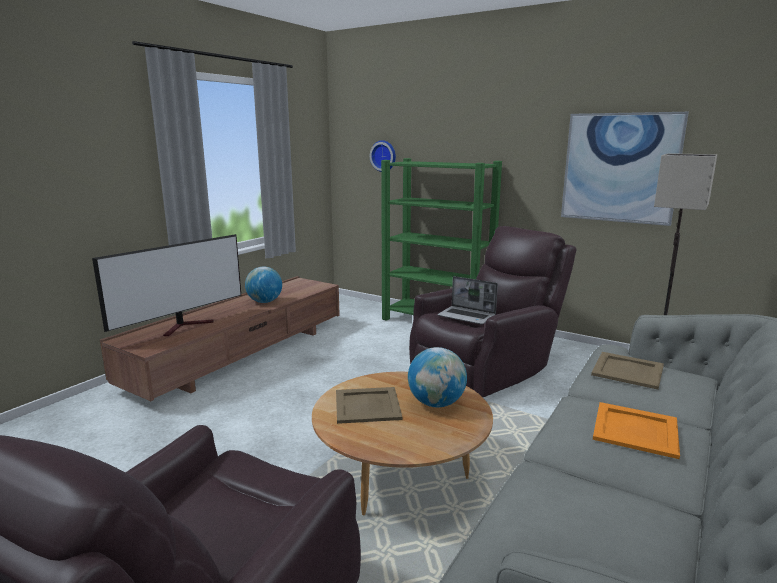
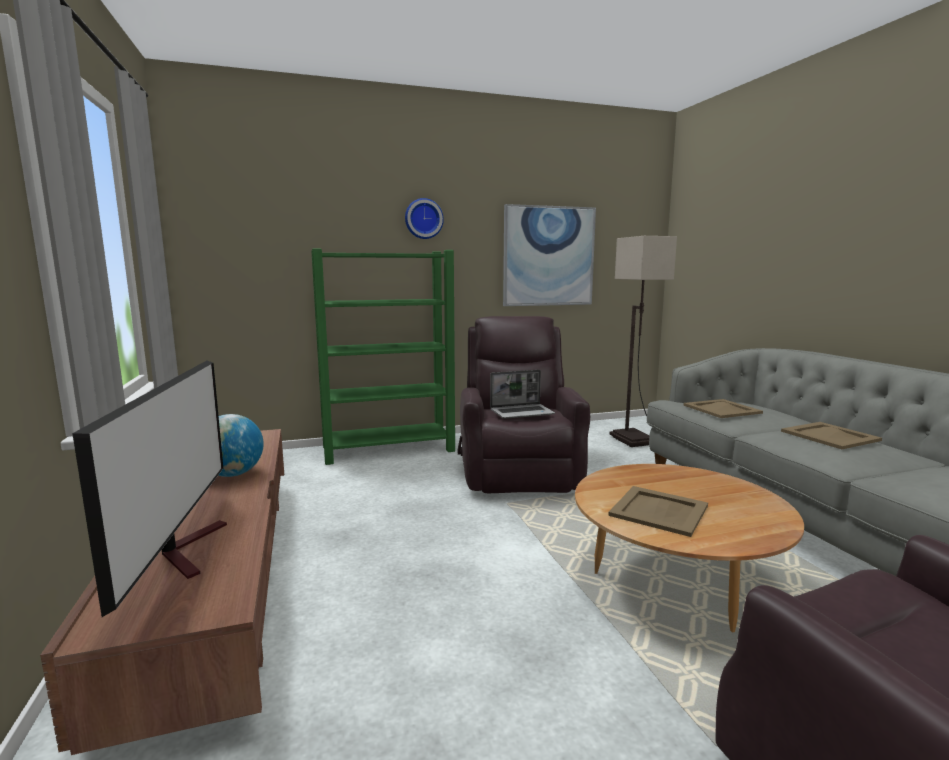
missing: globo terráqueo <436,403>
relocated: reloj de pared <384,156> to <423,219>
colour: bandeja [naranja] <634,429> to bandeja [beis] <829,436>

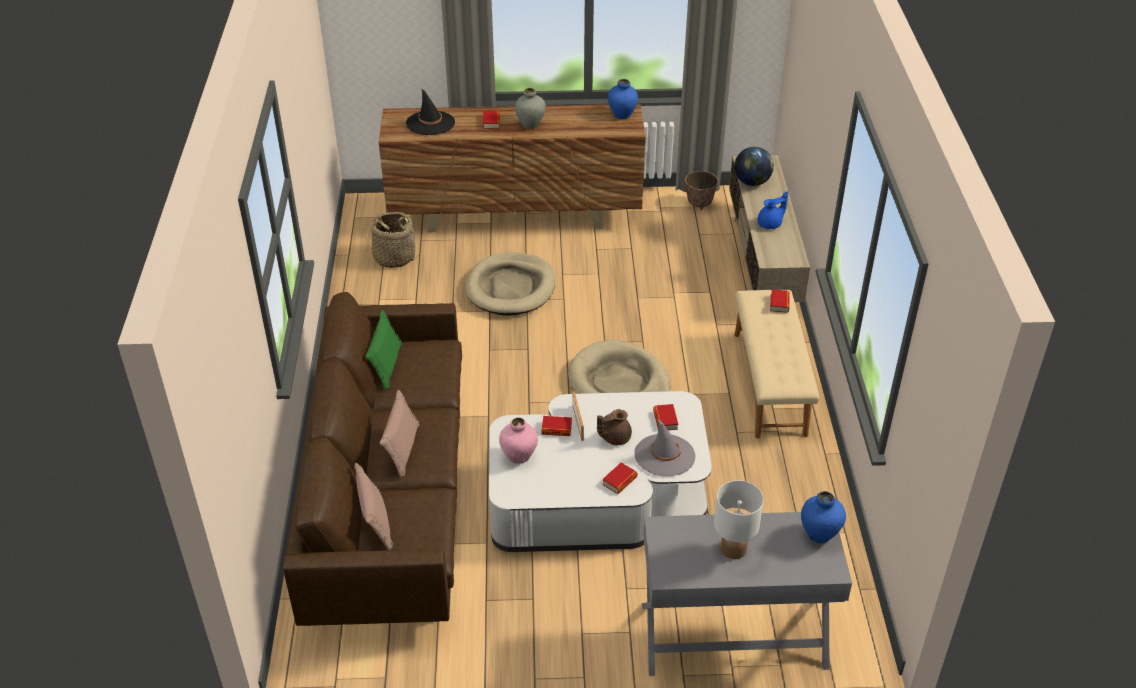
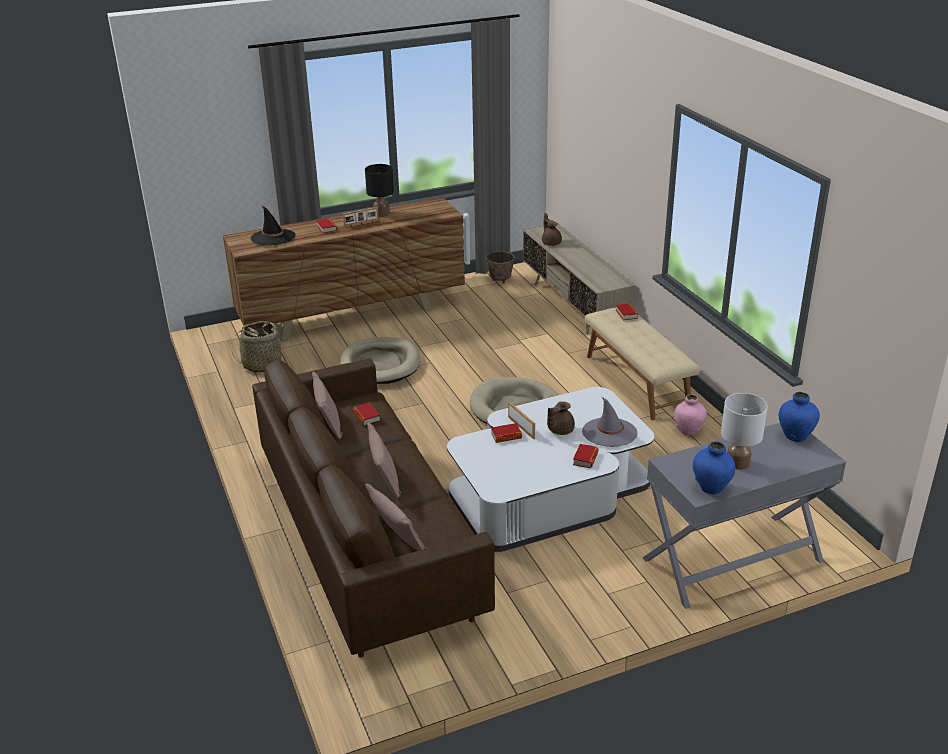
missing: tetera [azul] <770,224>
appeared: lámpara de mesa [negro] <381,213>
relocated: florero [azul] <622,115> to <711,488>; libro <665,420> to <366,417>; florero [rosa] <519,456> to <688,431>
exchanged: florero [gris] <530,125> to portarretratos <361,224>; globo terráqueo <752,182> to tetera [marrón] <551,243>
colour: cojín [verde] <386,365> to cojín [beis] <328,422>

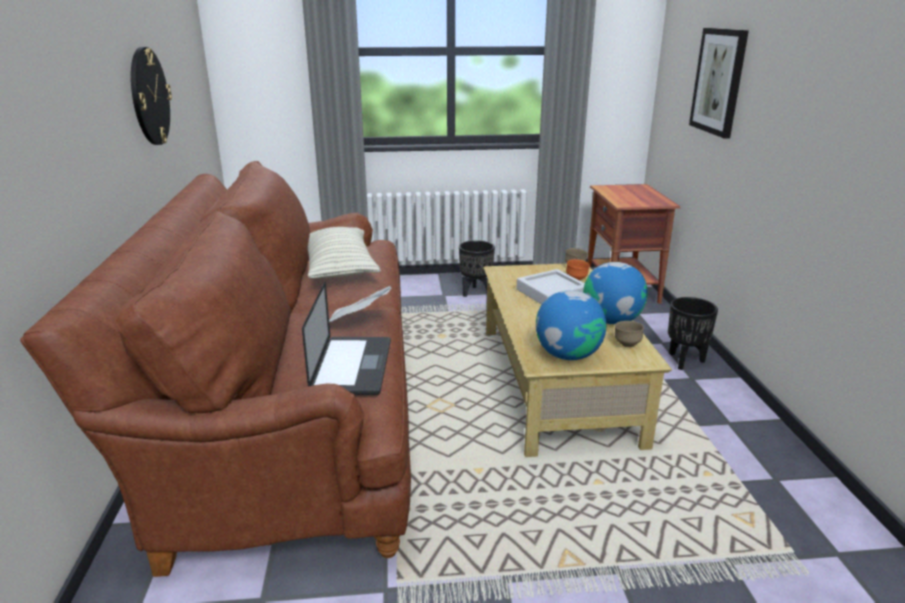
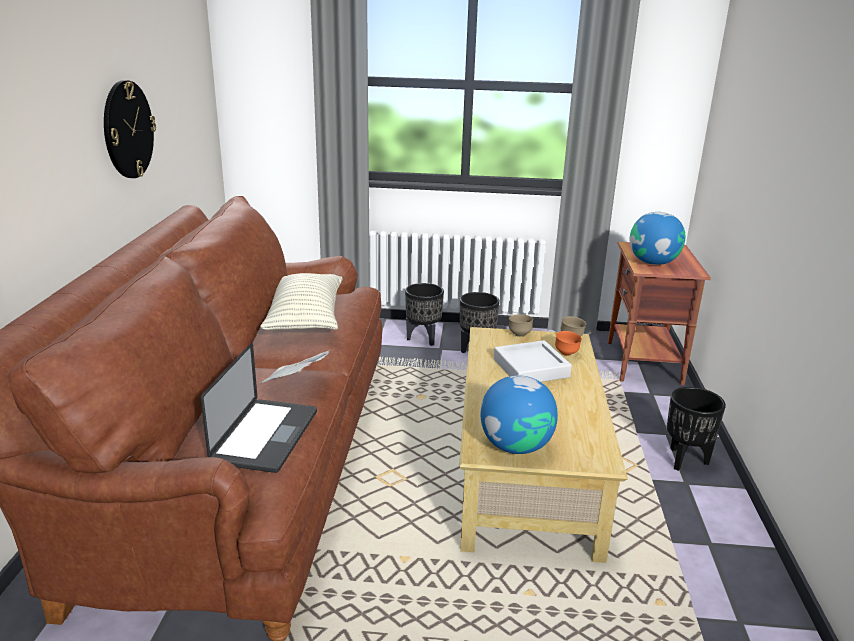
missing: cuadro <719,81>
appeared: maceta [negro] <423,339>
relocated: globo terráqueo <611,320> to <653,262>; cuenco [marrón] <626,345> to <519,335>

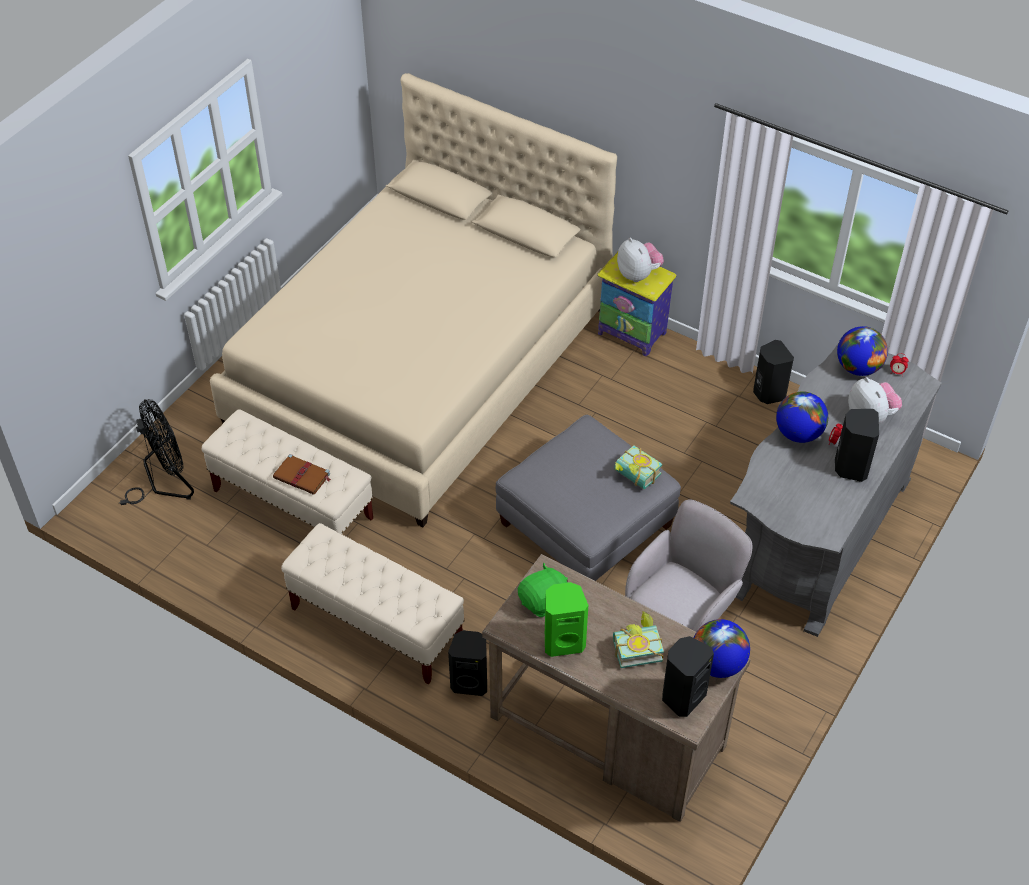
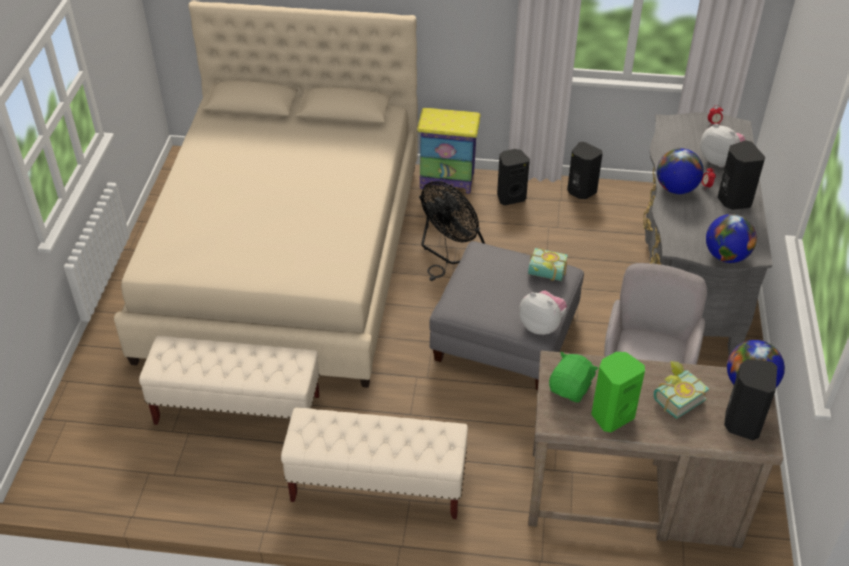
missing: libro [marrón] <302,476>
relocated: peluche <638,274> to <541,326>; globo terráqueo <858,368> to <726,256>; ventilador [negro] <162,476> to <445,251>; altavoz [negro] <470,682> to <510,197>

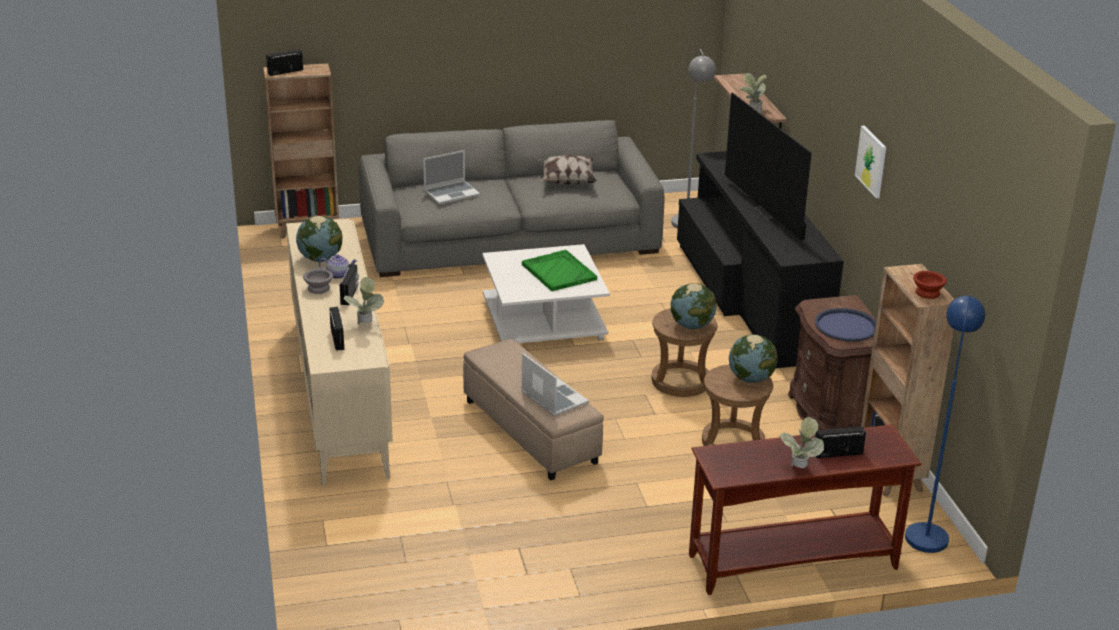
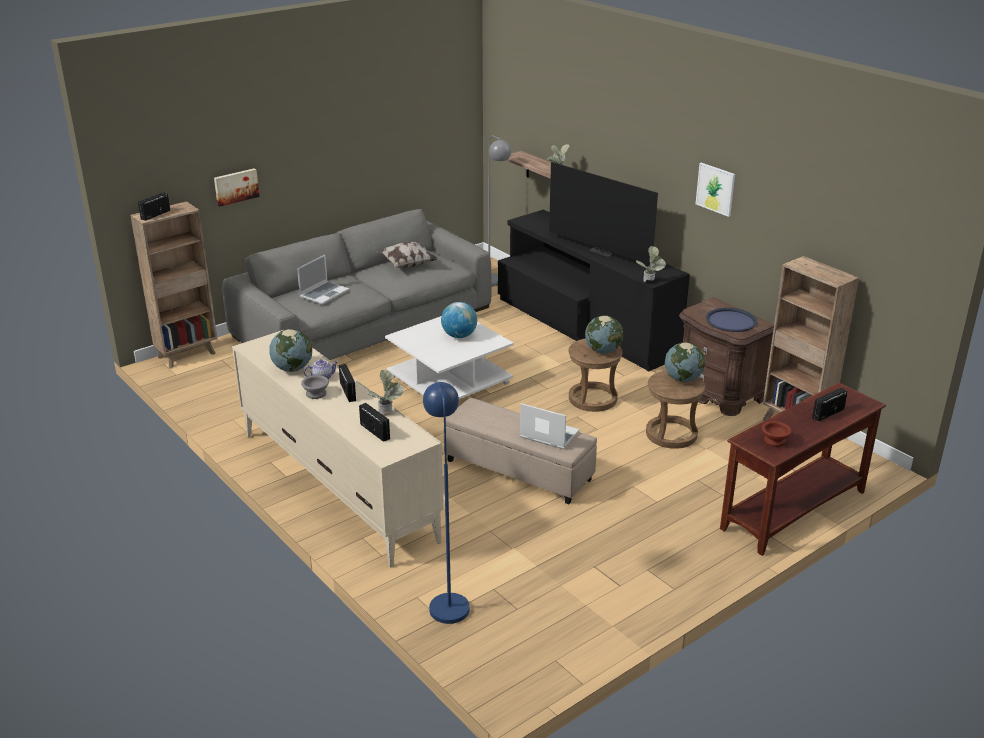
appeared: cuadro <236,186>
relocated: cuenco [marrón] <928,293> to <775,441>; lámpara de pie [azul] <927,531> to <447,601>; planta en maceta <799,470> to <649,282>
exchanged: bandeja [verde] <558,272> to globo terráqueo <459,336>

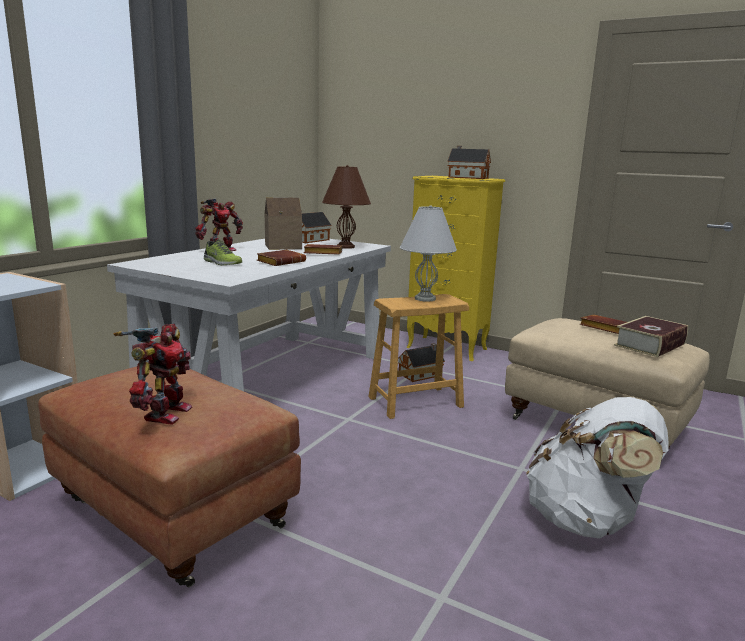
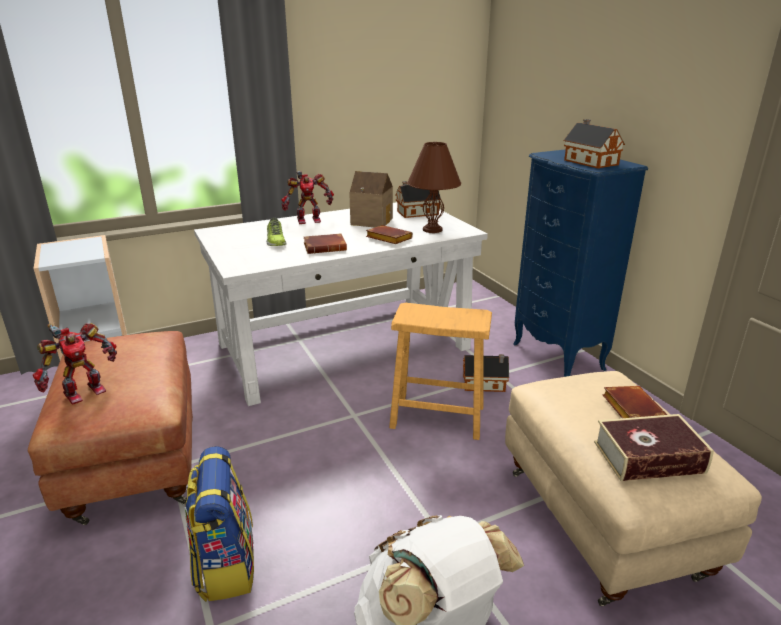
missing: lámpara de mesa [blanco] <425,298>
appeared: mochila <225,565>
colour: cómoda [amarillo] <445,349> to cómoda [azul] <555,357>

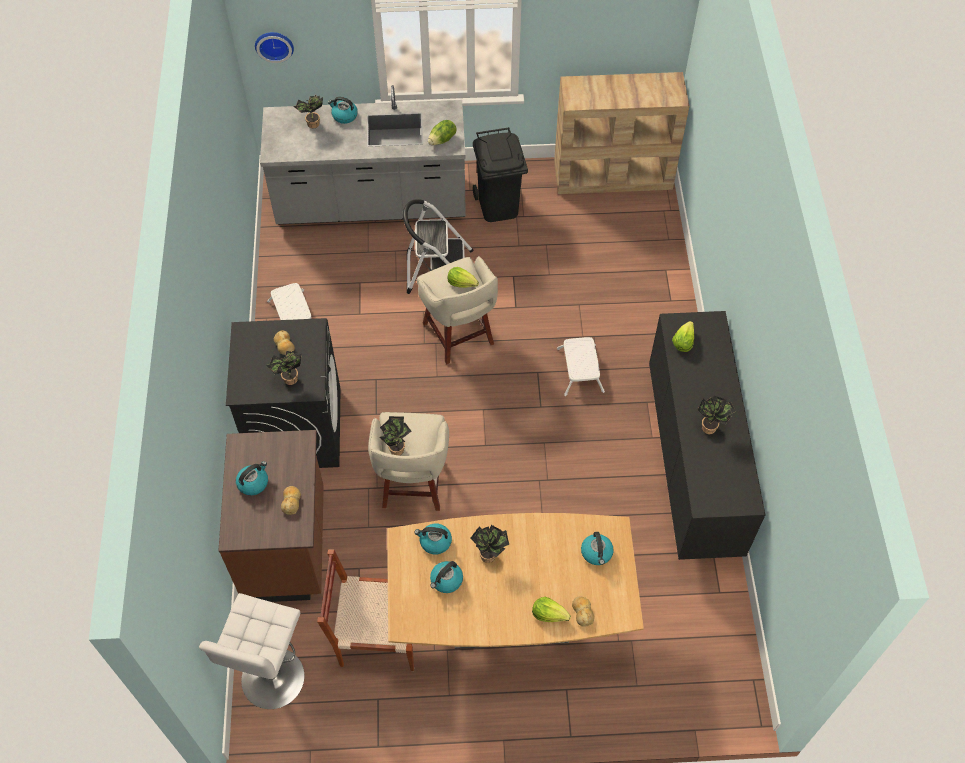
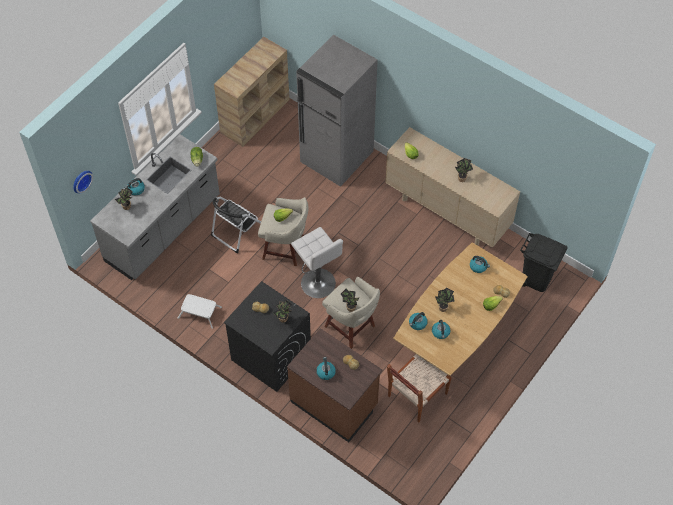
missing: escalera de tijera [blanco] <580,369>
appeared: nevera [gris] <337,156>
relocated: papelera [negro] <497,206> to <536,279>; taburete [blanco] <272,678> to <318,283>
colour: cómoda [negro] <690,470> to cómoda [beis] <447,212>

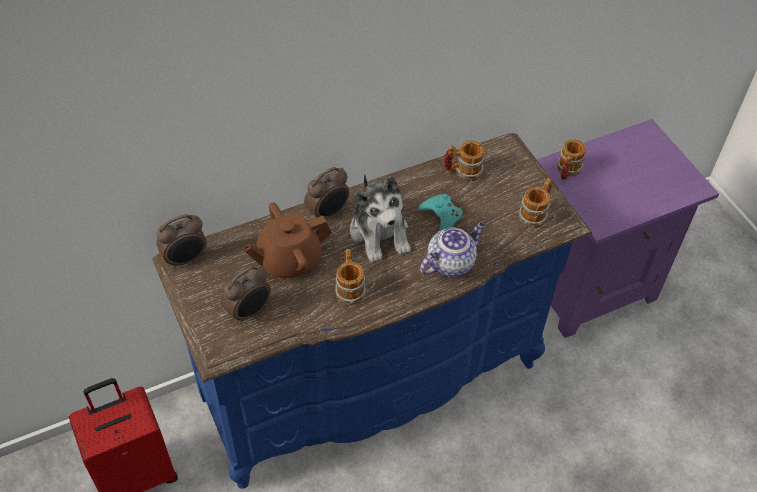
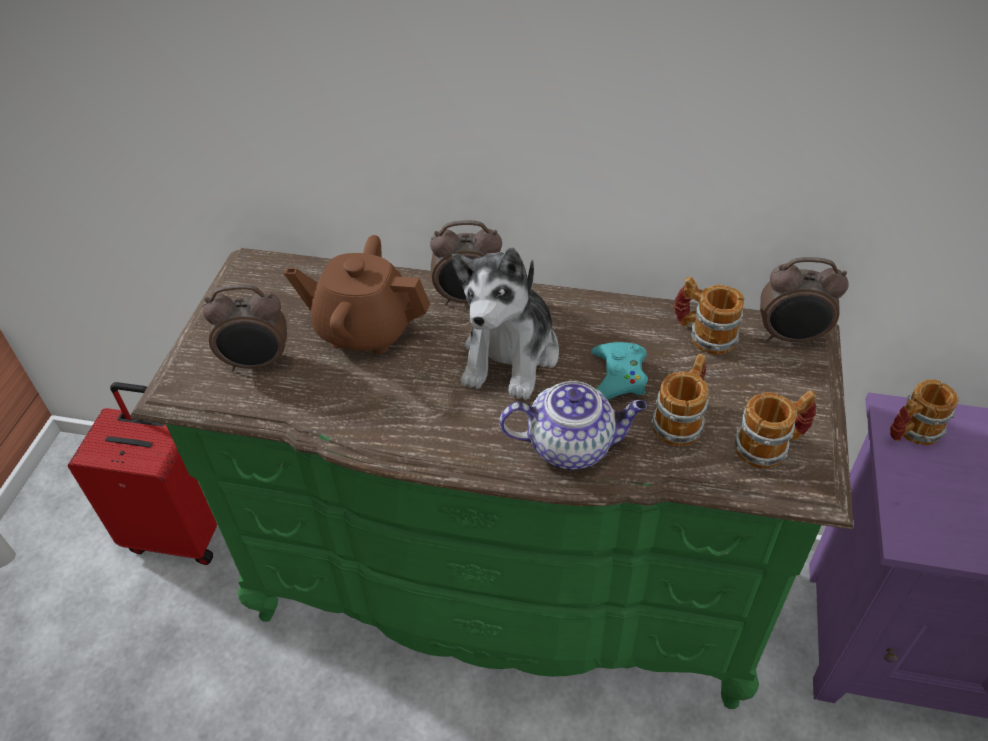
relocated: despertador <186,259> to <790,337>; taza grande <349,287> to <681,420>
colour: cómoda [azul] <374,383> to cómoda [verde] <505,595>

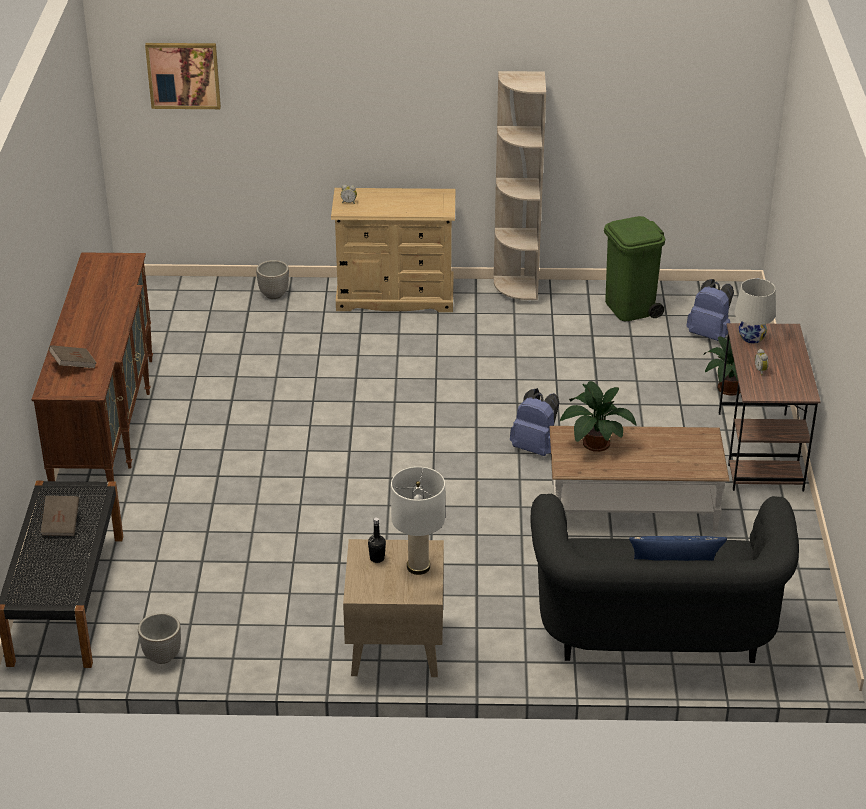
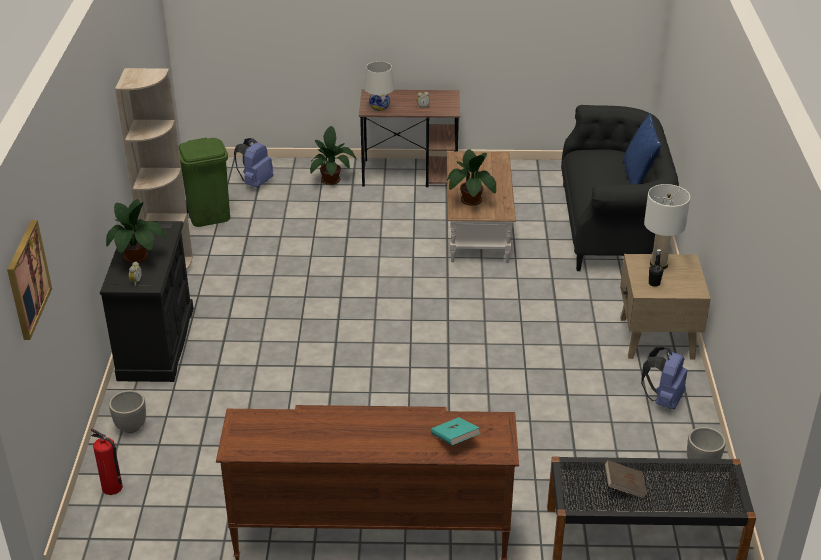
appeared: planta en maceta <136,257>; extintor <112,487>
relocated: mochila [azul] <535,447> to <663,399>
colour: cómoda [beis] <395,296> to cómoda [negro] <157,343>; libro [marrón] <73,365> to libro [turquesa] <455,439>

